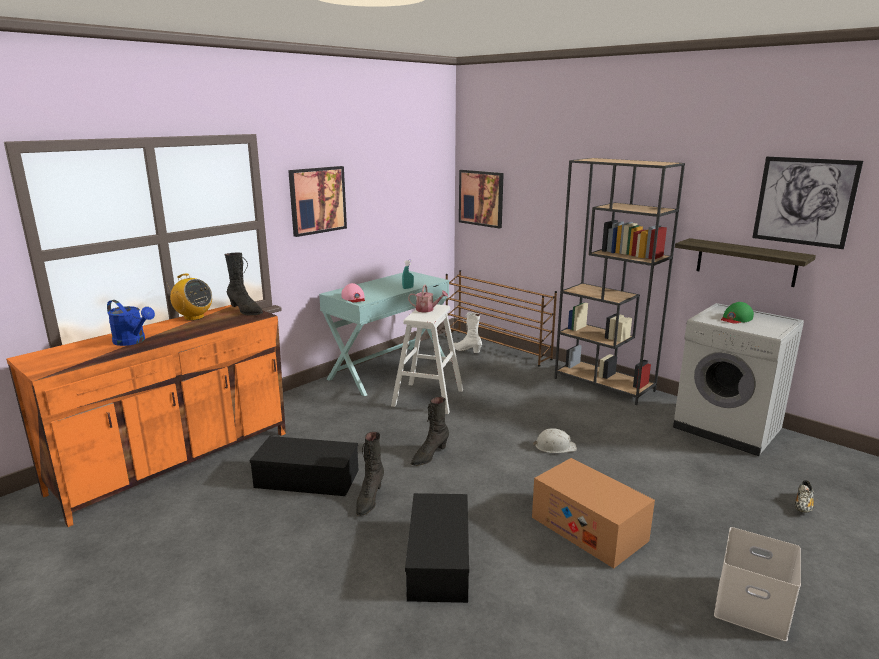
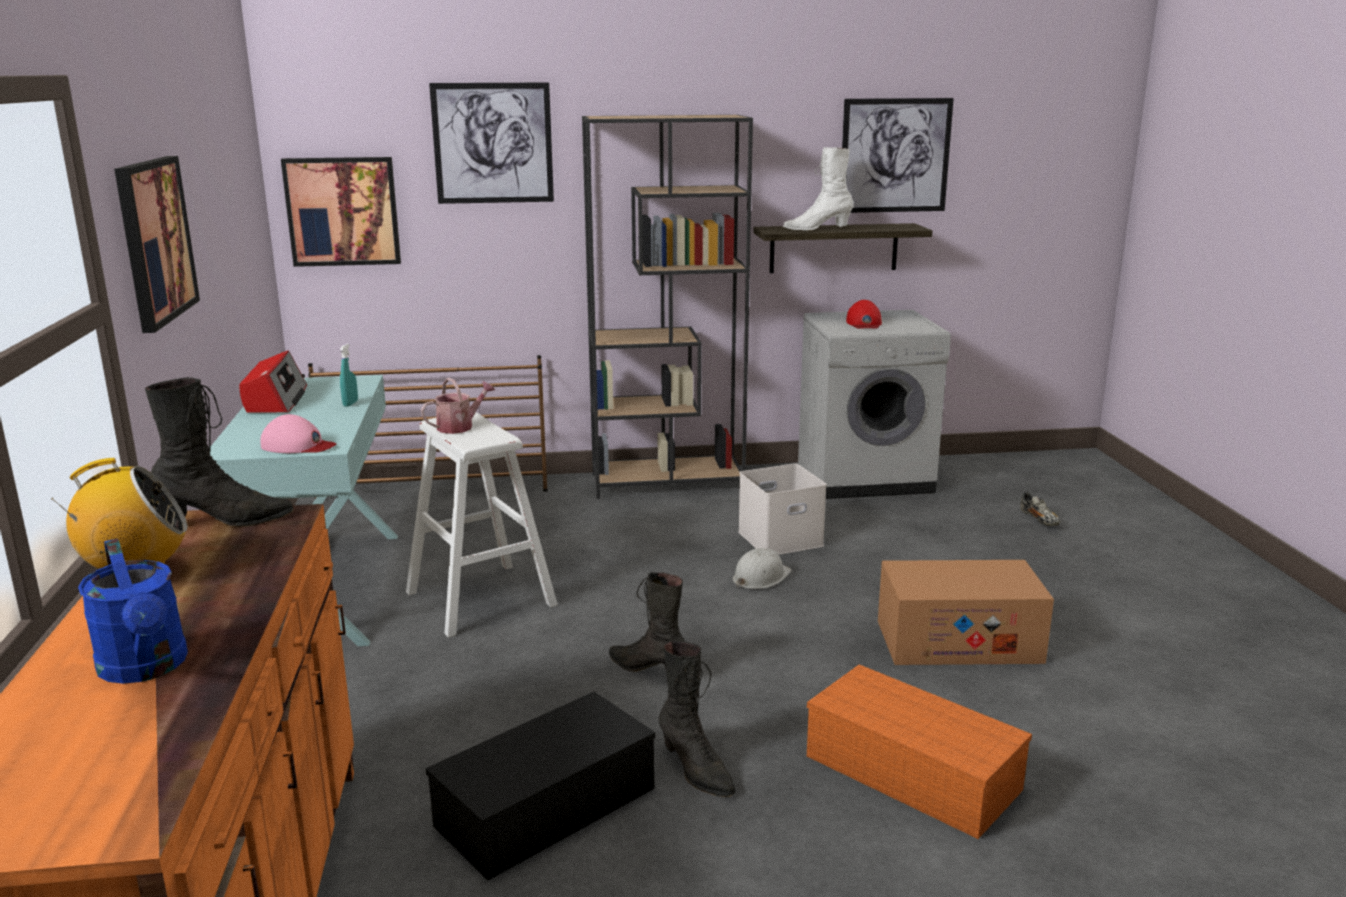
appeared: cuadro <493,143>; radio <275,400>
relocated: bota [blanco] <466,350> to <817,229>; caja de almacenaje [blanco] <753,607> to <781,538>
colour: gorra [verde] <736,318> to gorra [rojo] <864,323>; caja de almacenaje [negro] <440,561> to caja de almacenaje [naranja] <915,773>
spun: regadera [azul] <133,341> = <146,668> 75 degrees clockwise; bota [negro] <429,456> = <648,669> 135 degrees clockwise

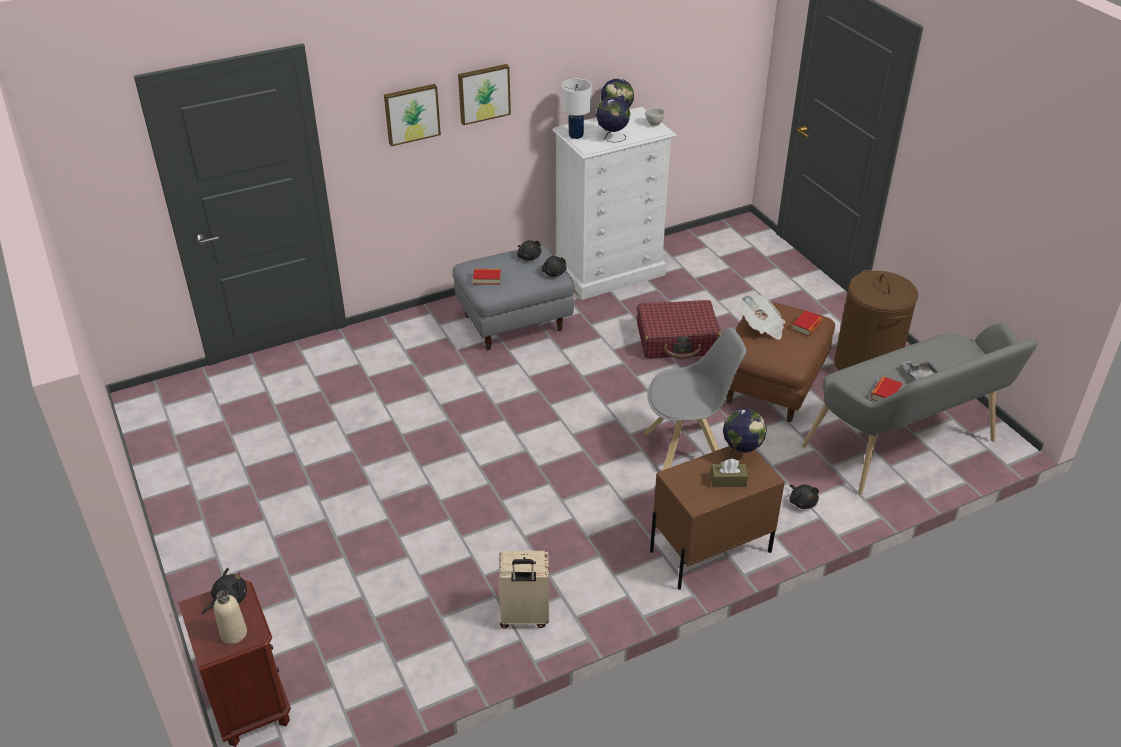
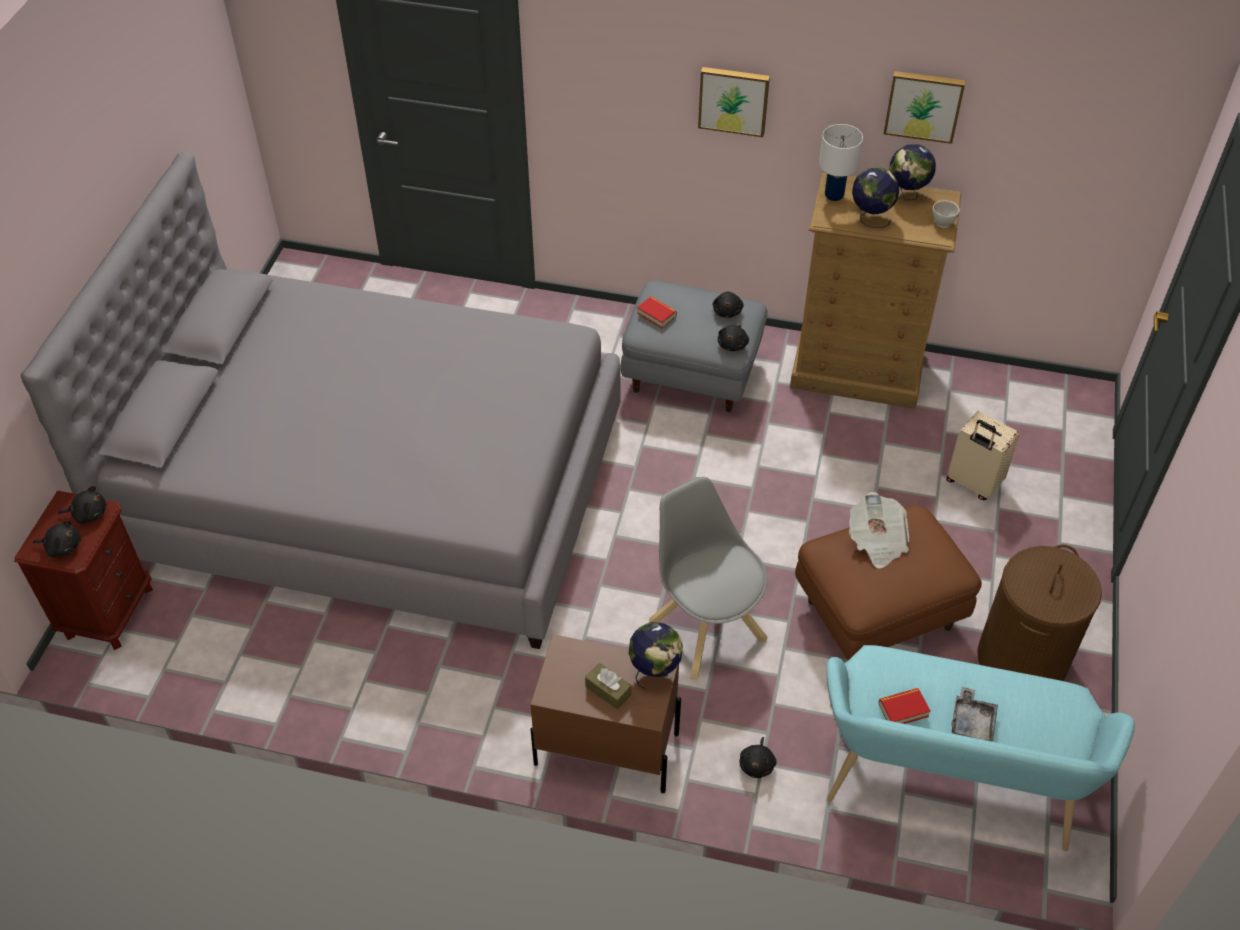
missing: maleta [rojo] <677,340>; libro <807,326>
appeared: cama [gris] <372,484>
relocated: cuadro <411,113> to <924,105>; maleta [beis] <524,617> to <972,483>
exchanged: botella [beis] <234,634> to peluche [negro] <62,546>
colour: cómoda [blanco] <610,271> to cómoda [marrón] <858,370>; banco [gris] <906,448> to banco [turquesa] <947,786>
spun: silla [gris] <687,450> = <705,627> 150 degrees counterclockwise

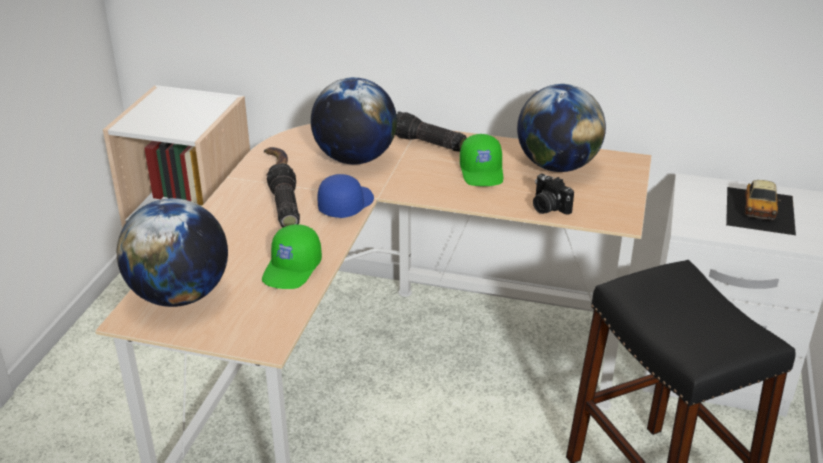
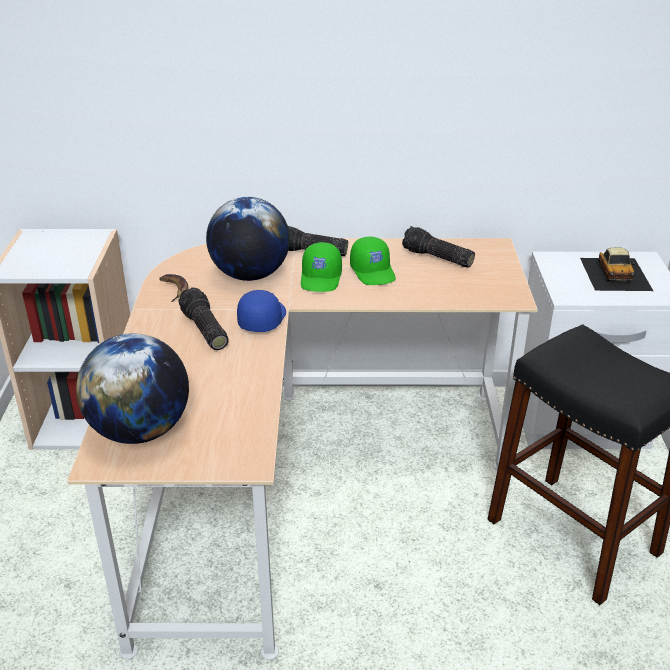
missing: cámara <547,207>
relocated: gorra [verde] <293,269> to <321,278>
exchanged: globo terráqueo <557,166> to linterna <436,258>

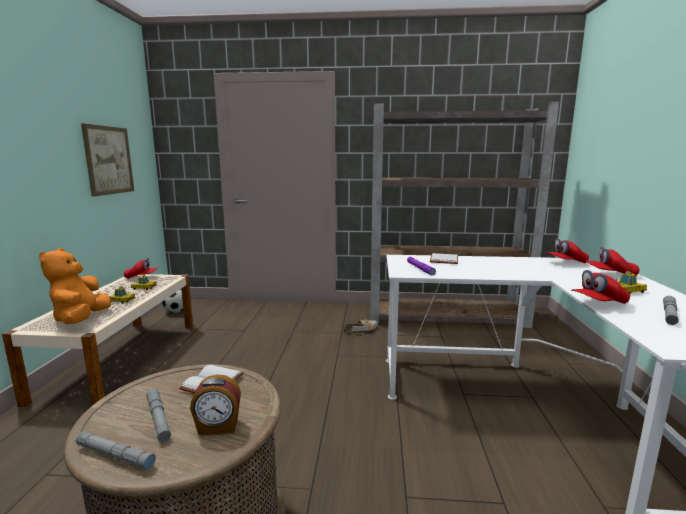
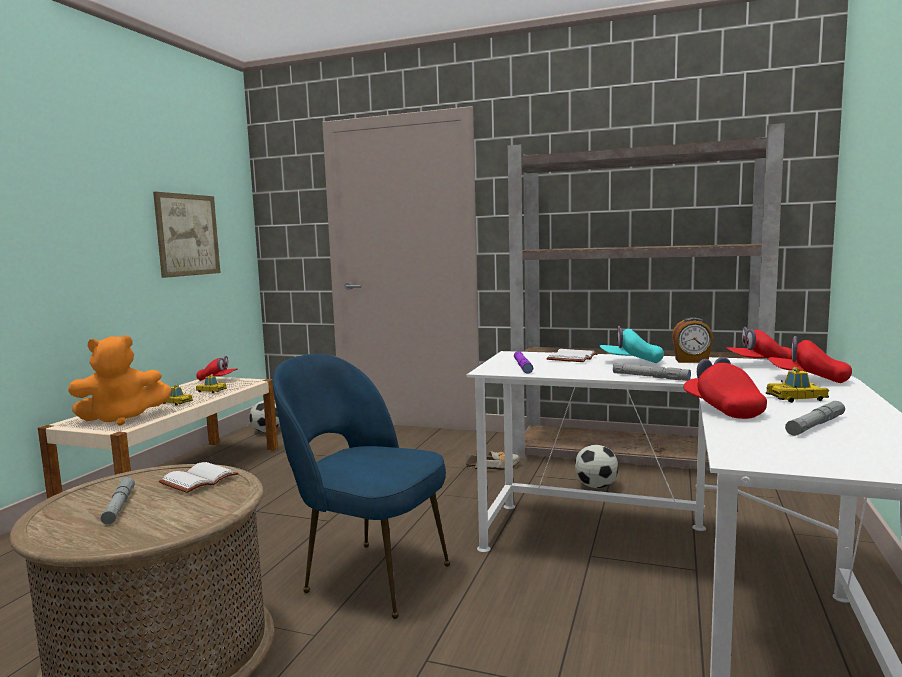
appeared: gorra [turquesa] <631,362>; silla [azul] <369,575>; balón de fútbol <596,486>
relocated: despertador <218,427> to <691,361>; linterna [gris] <115,455> to <650,377>
spun: peluche [naranja] <81,319> = <122,419> 120 degrees counterclockwise; gorra [rojo] <598,303> = <722,409> 75 degrees clockwise

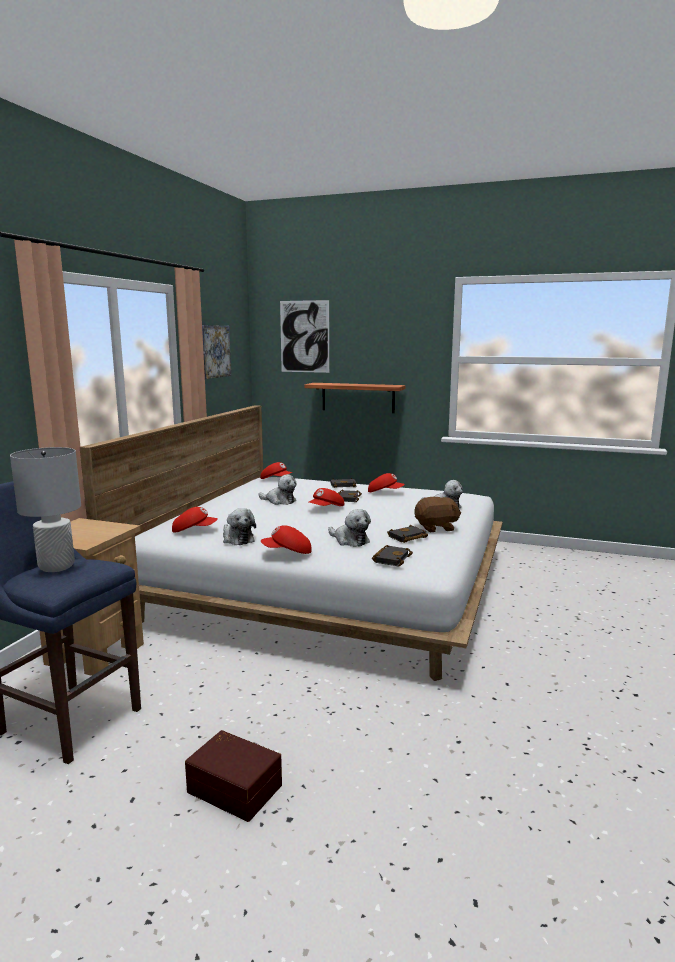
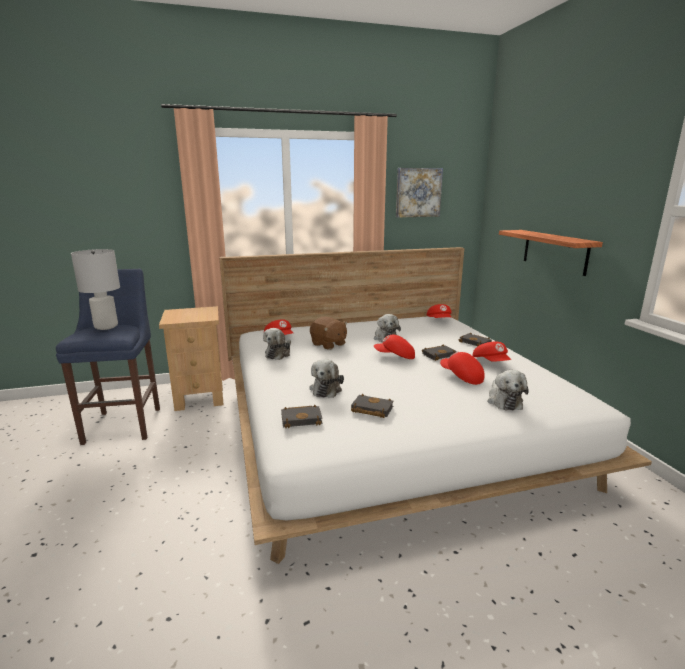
missing: cuadro <304,336>; caja de almacenaje [marrón] <236,787>
relocated: peluche [marrón] <436,528> to <328,344>; gorra [rojo] <287,552> to <461,377>

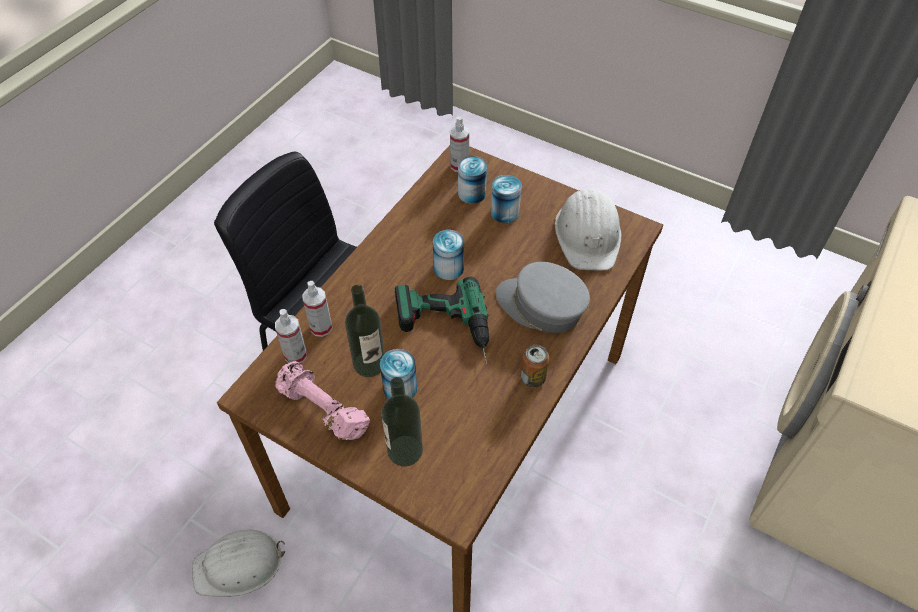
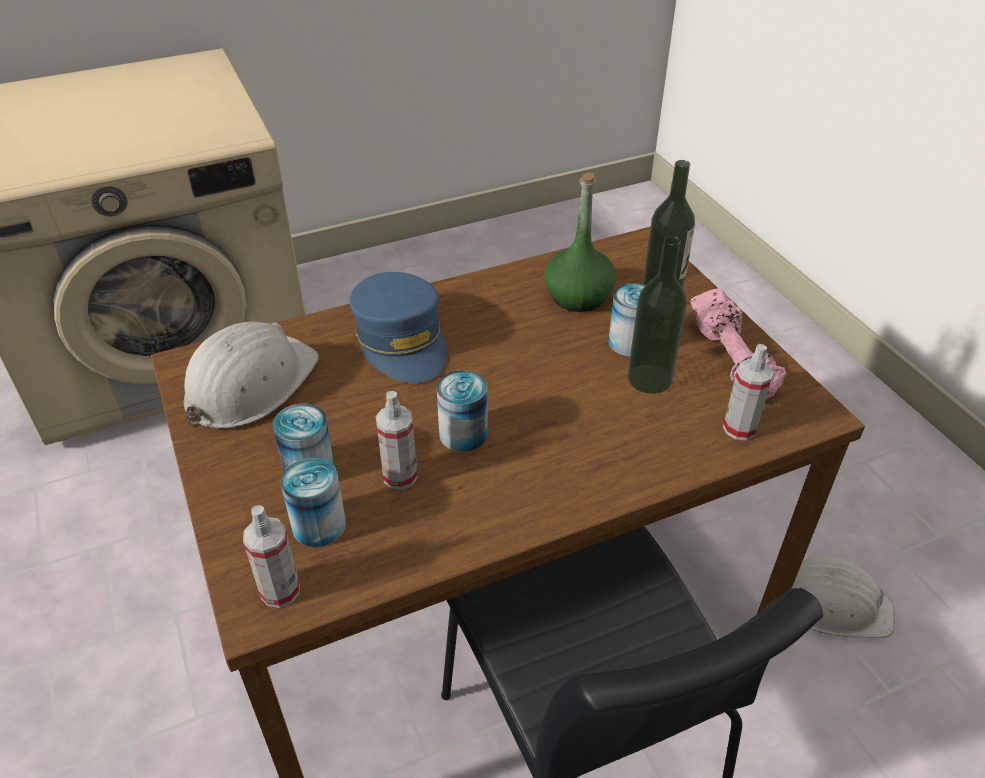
missing: taladro <445,331>; lata <533,378>
appeared: botella [verde] <578,296>
relocated: pulverizador <321,327> to <400,476>
colour: gorra [gris] <541,307> to gorra [azul] <402,341>

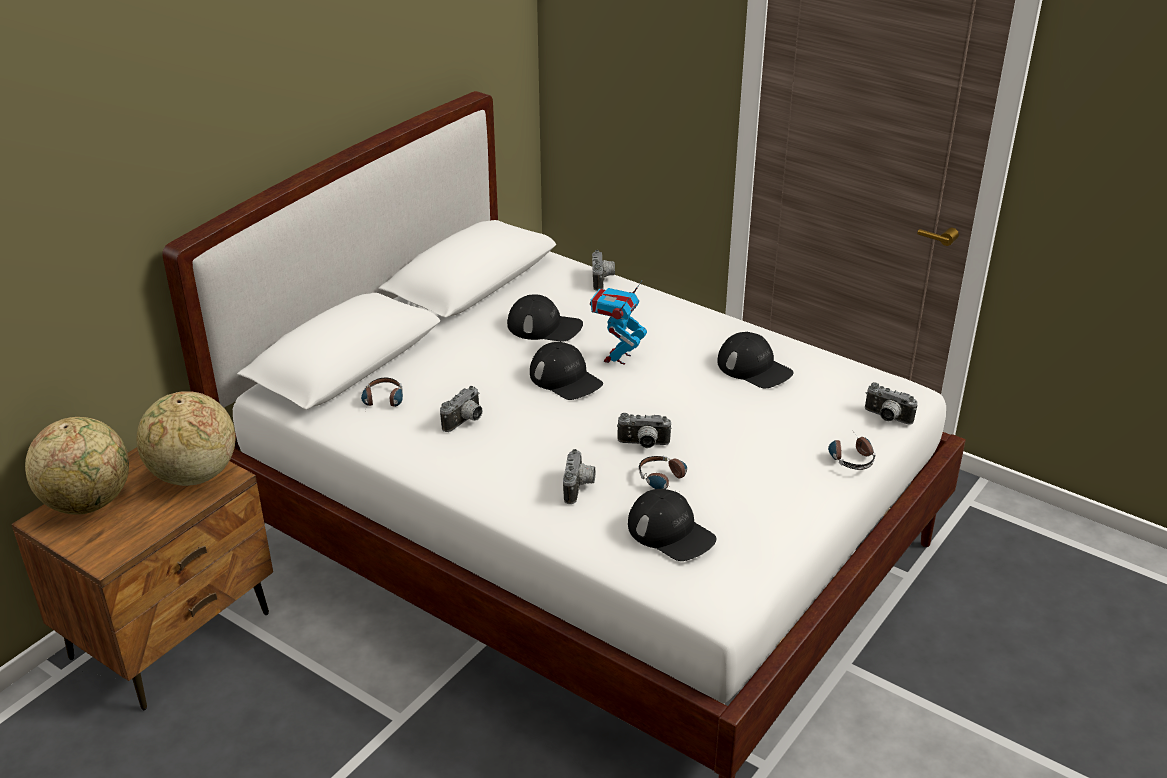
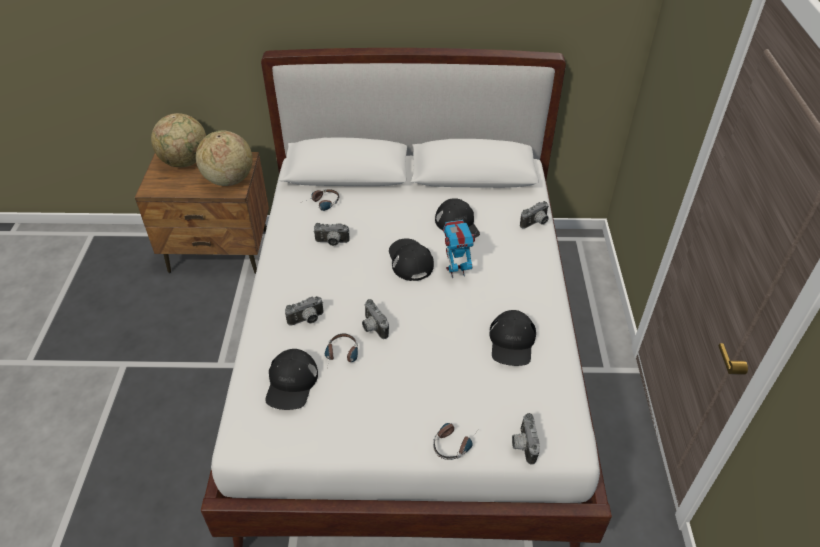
spun: gorra [negro] <565,379> = <410,260> 150 degrees clockwise

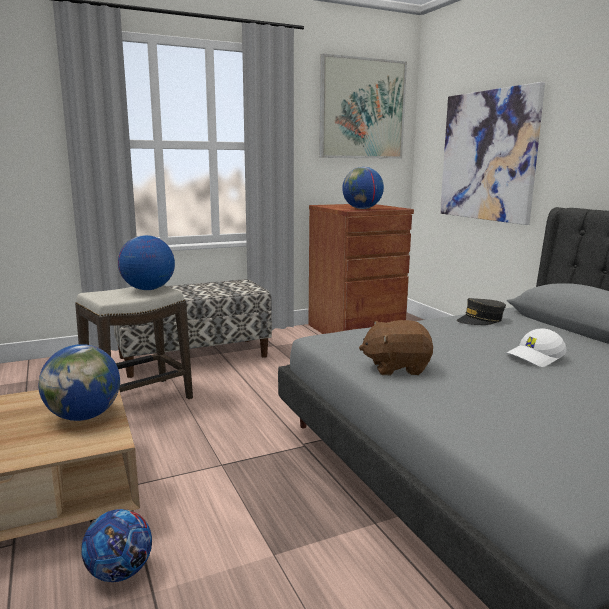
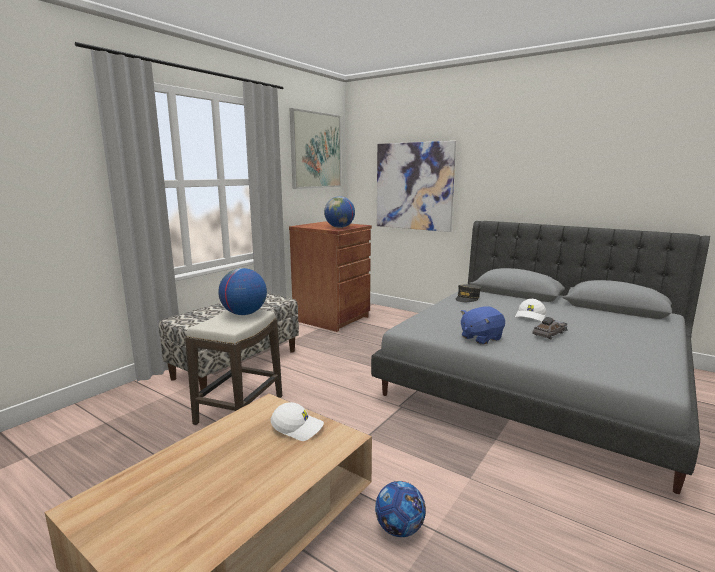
appeared: coche de juguete [gris] <550,333>
exchanged: globo terráqueo <84,416> to gorra [blanco] <298,427>
colour: peluche [marrón] <396,368> to peluche [azul] <480,338>

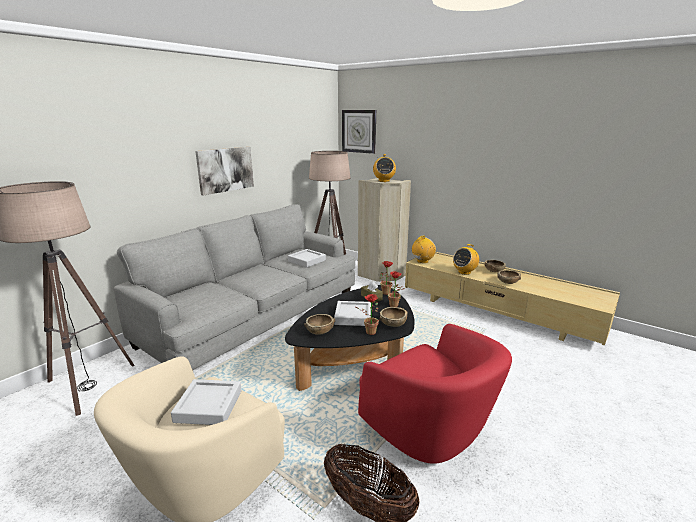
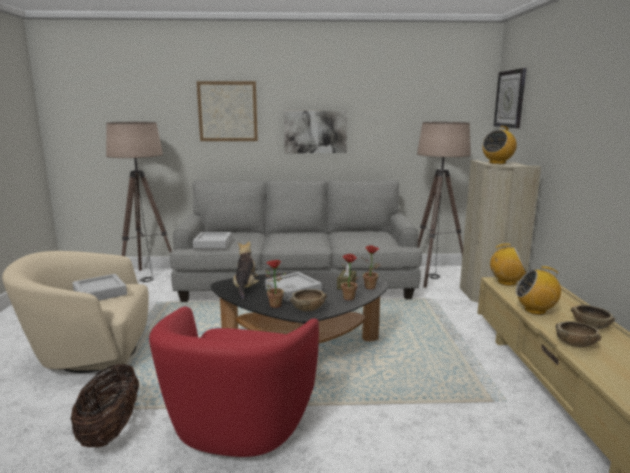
appeared: cuadro <227,110>
relocated: bandeja [gris] <307,261> to <212,243>
exchanged: cuenco [marrón] <320,331> to peluche <245,288>

